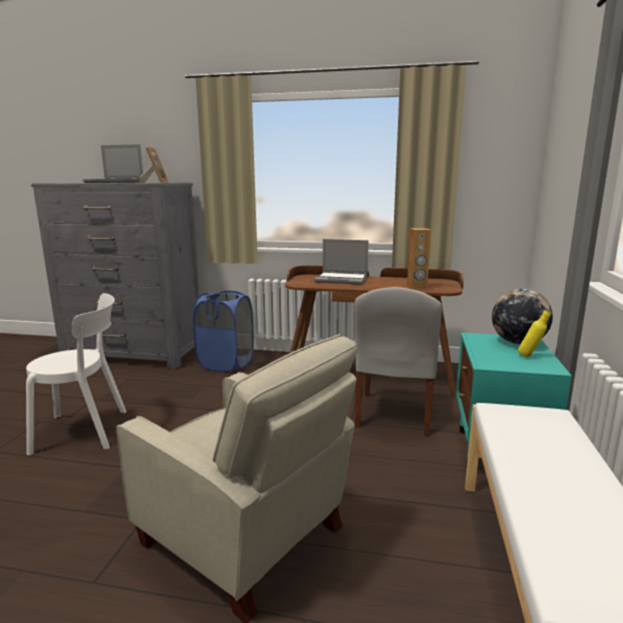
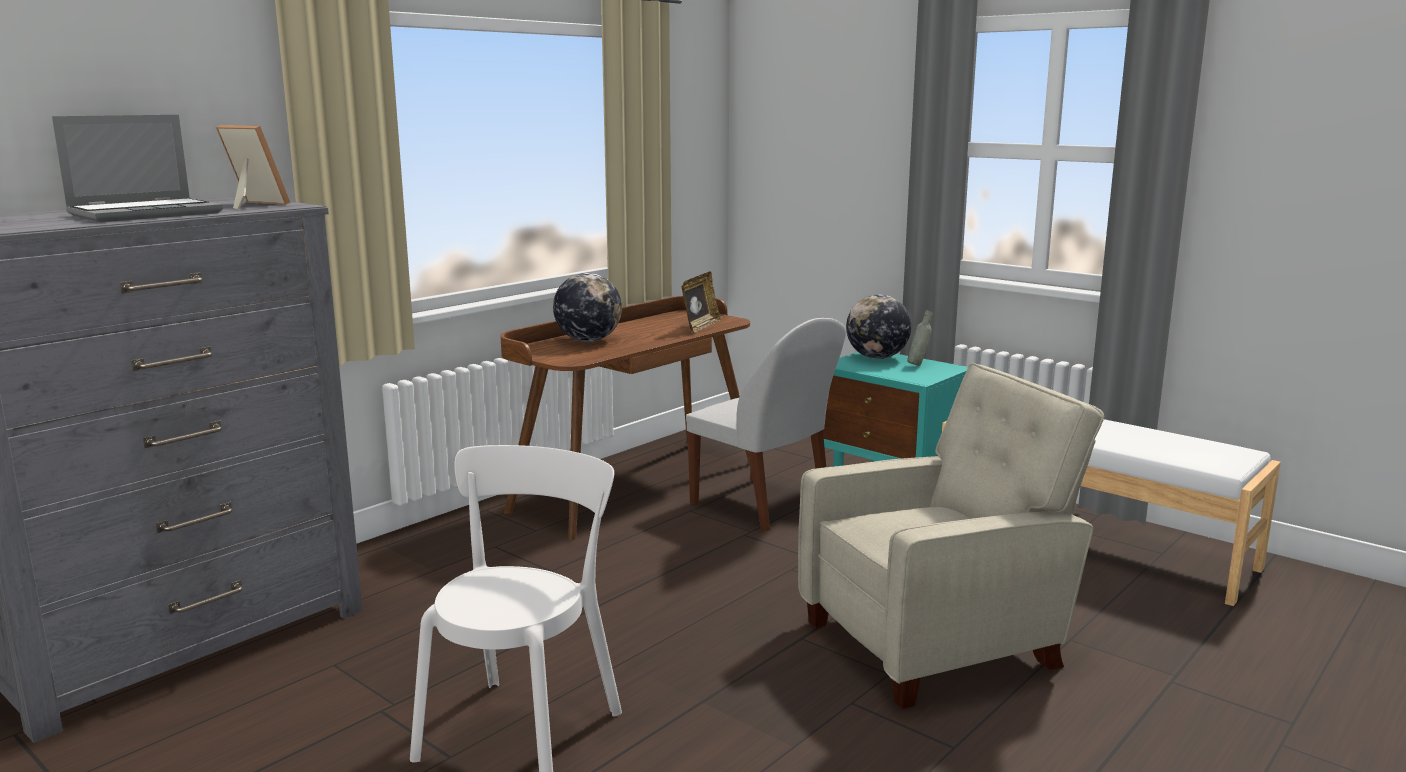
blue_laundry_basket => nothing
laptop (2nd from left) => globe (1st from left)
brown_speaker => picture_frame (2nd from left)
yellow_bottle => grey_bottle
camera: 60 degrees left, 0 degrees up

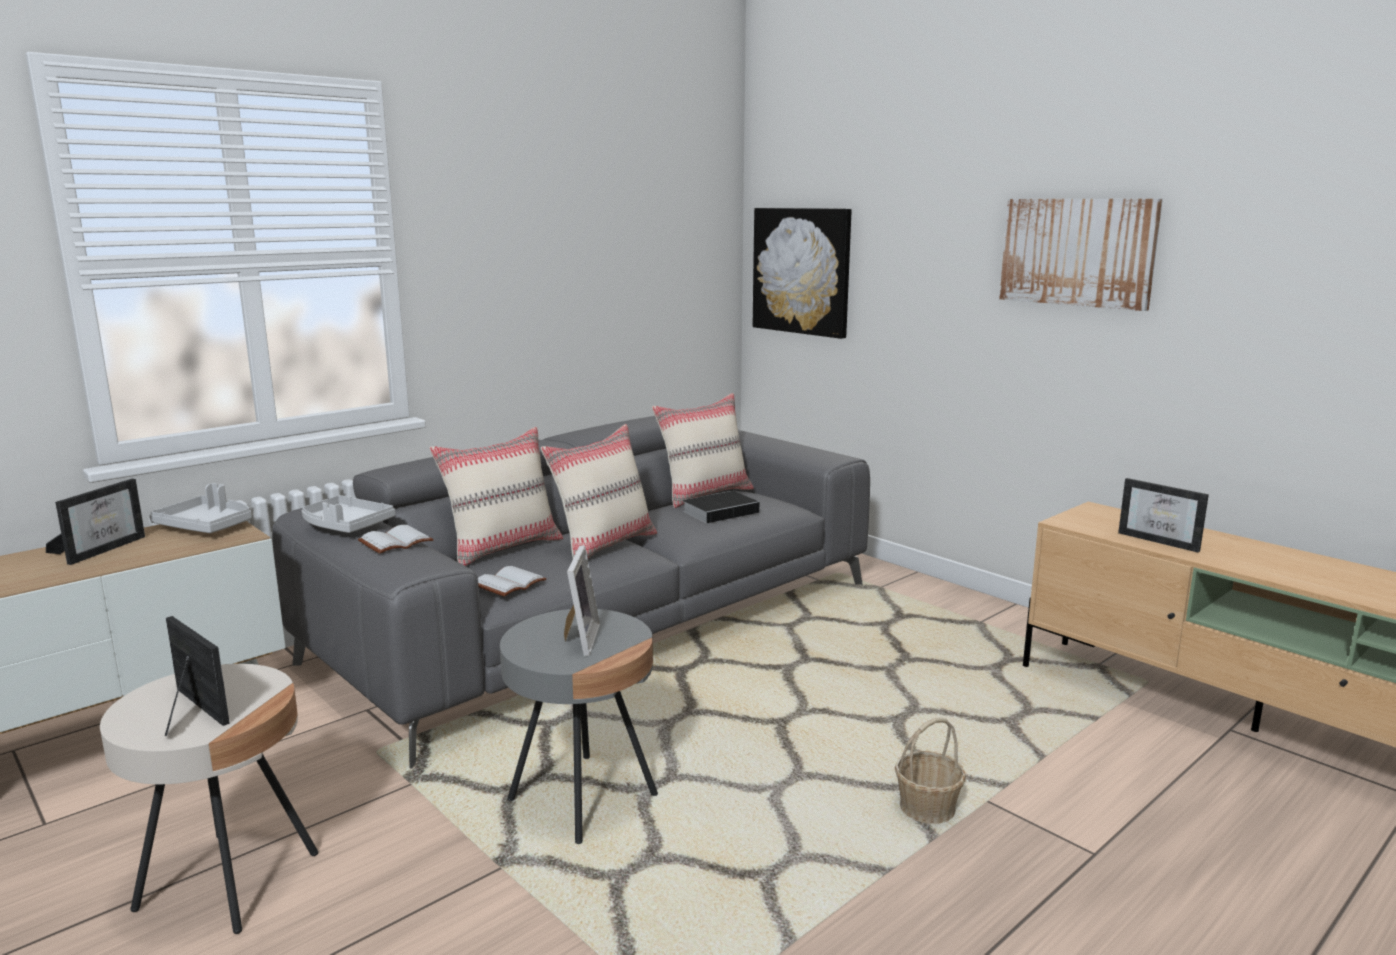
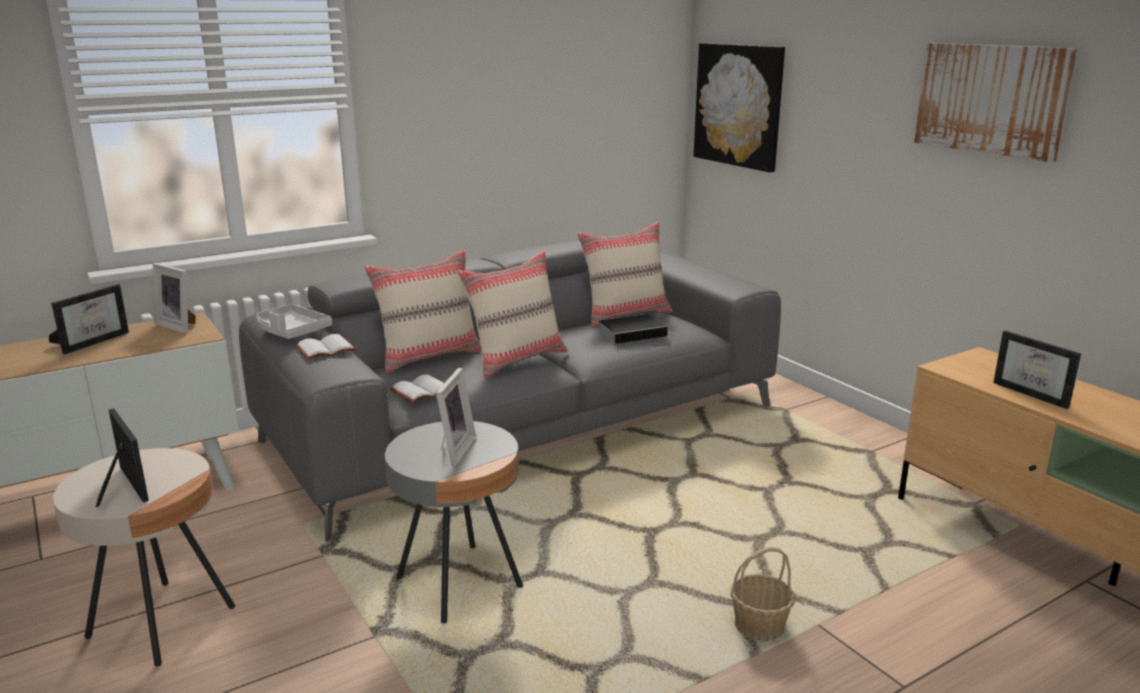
grey_tray (1st from left) => picture_frame (3rd from left)
camera: 10 degrees right, 5 degrees up

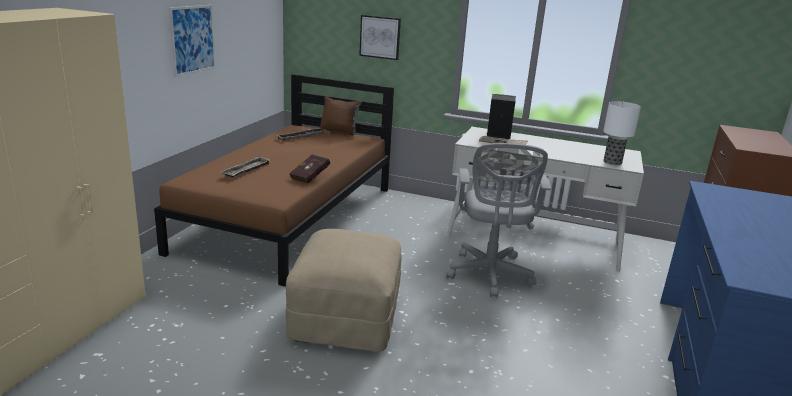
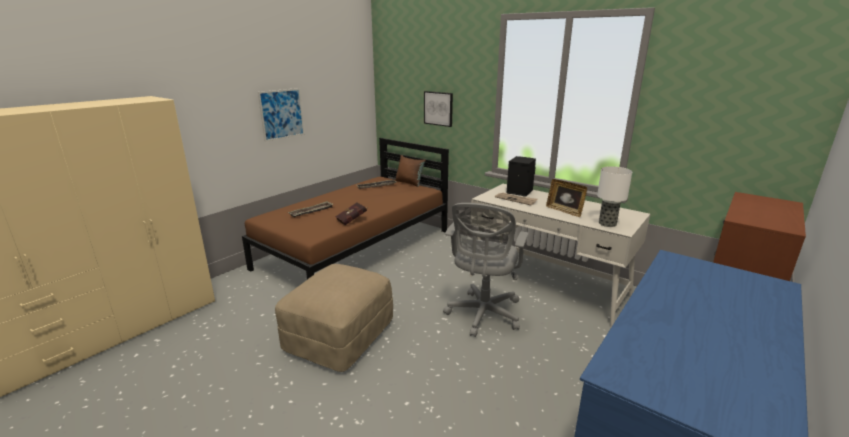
nothing => picture_frame
camera: 20 degrees right, 0 degrees up

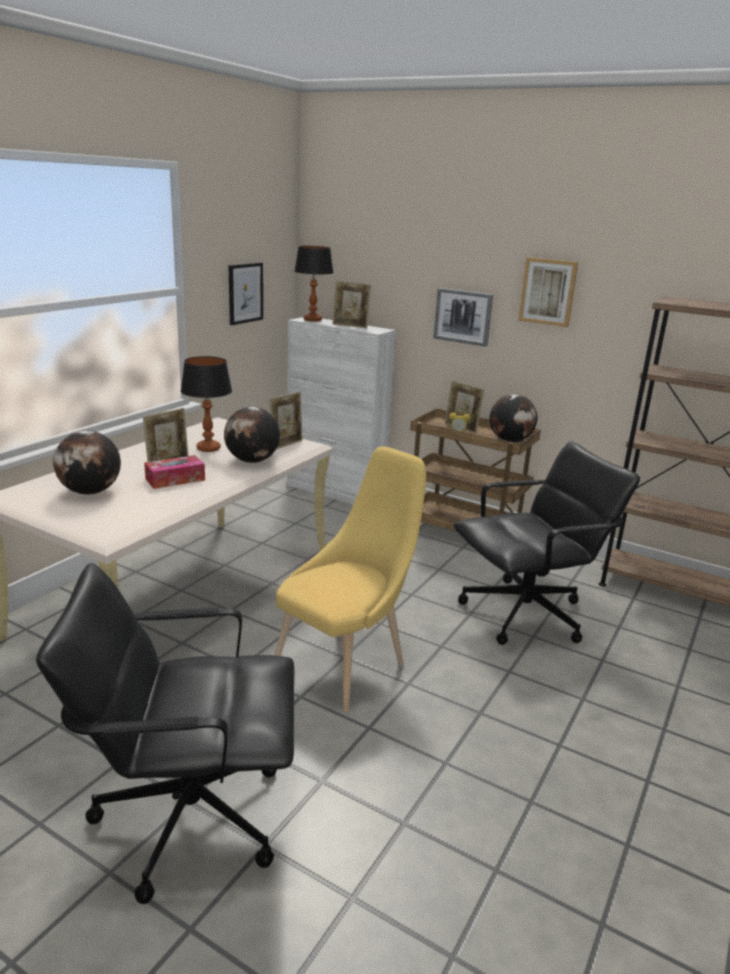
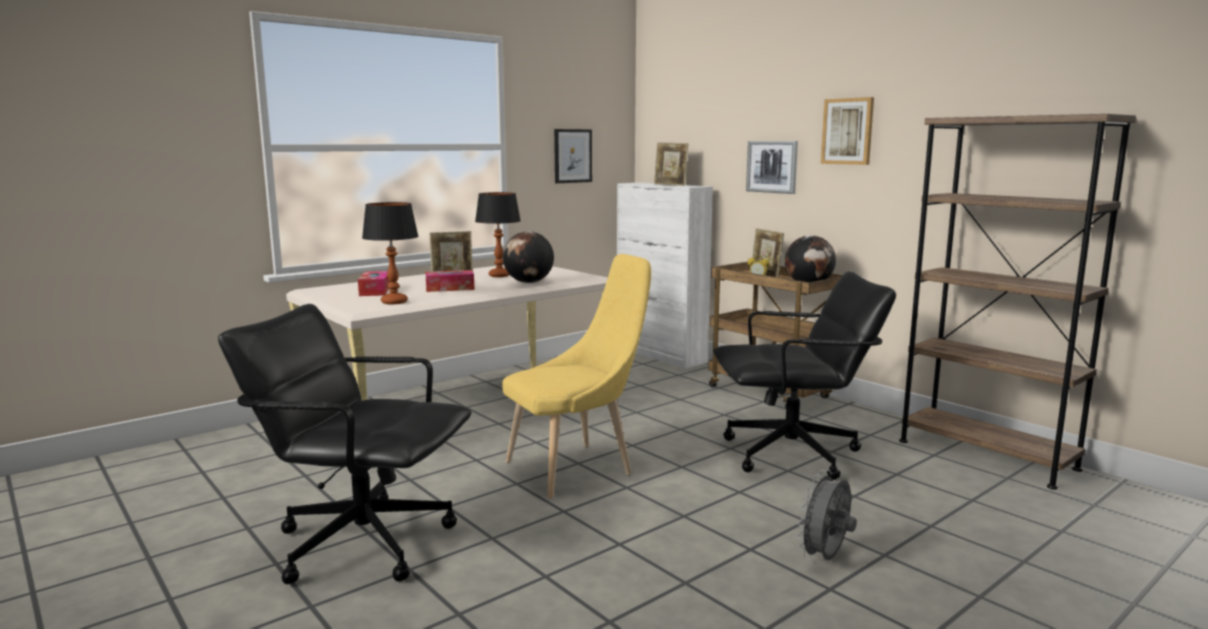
picture_frame (2nd from left) => nothing
nothing => grey_fan
table_lamp (2nd from left in the first image) => table_lamp (1st from left), moved
globe (1st from left) => tissue_box (1st from left)
camera: 20 degrees right, 10 degrees down

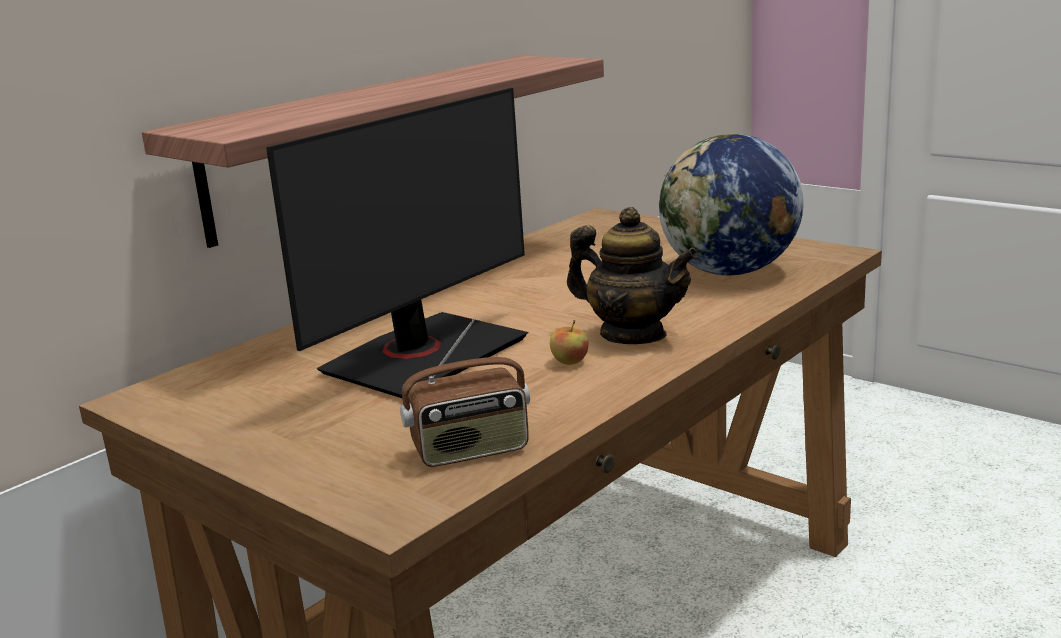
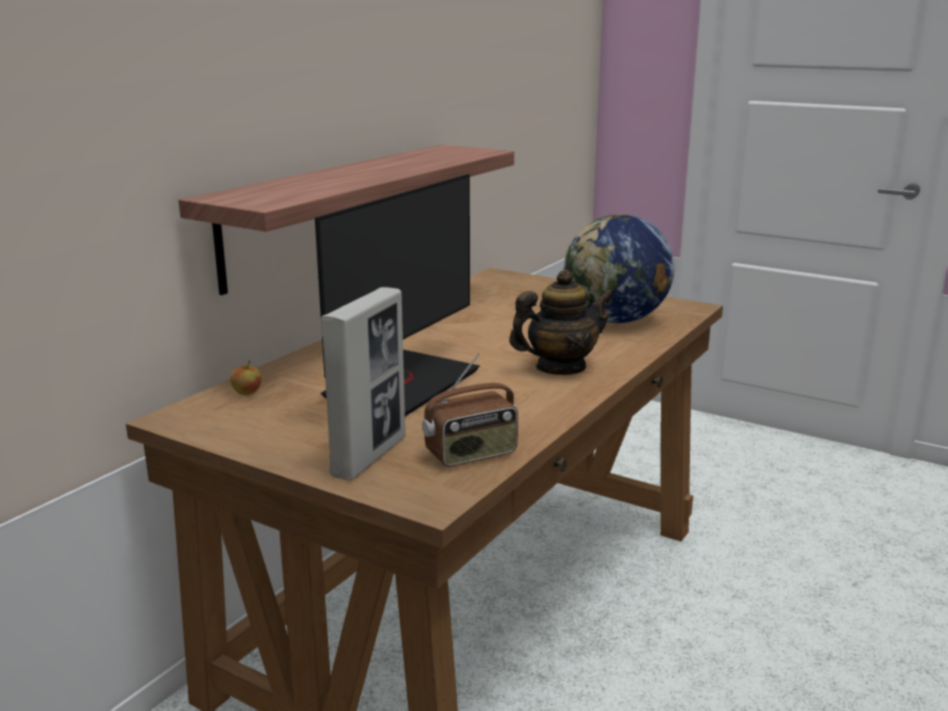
nothing => picture_frame
apple, moved
teapot, 45 degrees counterclockwise
camera: 10 degrees left, 0 degrees up

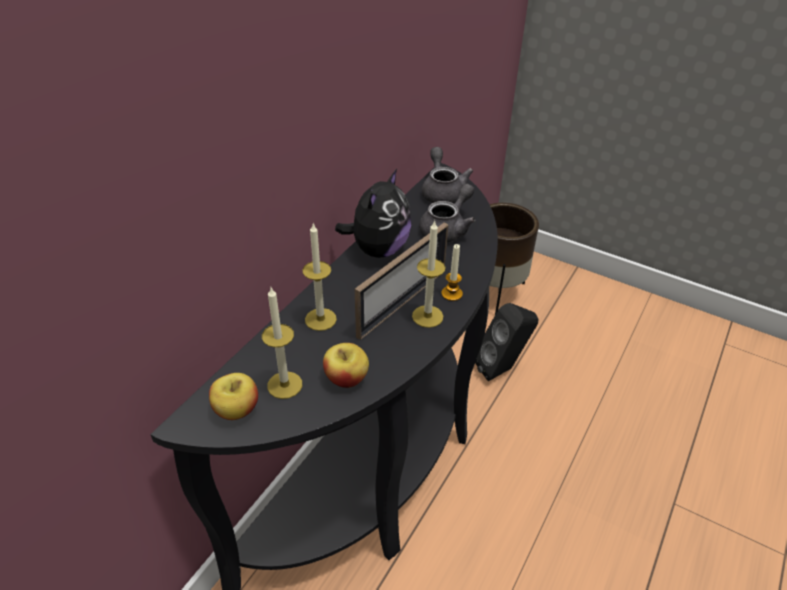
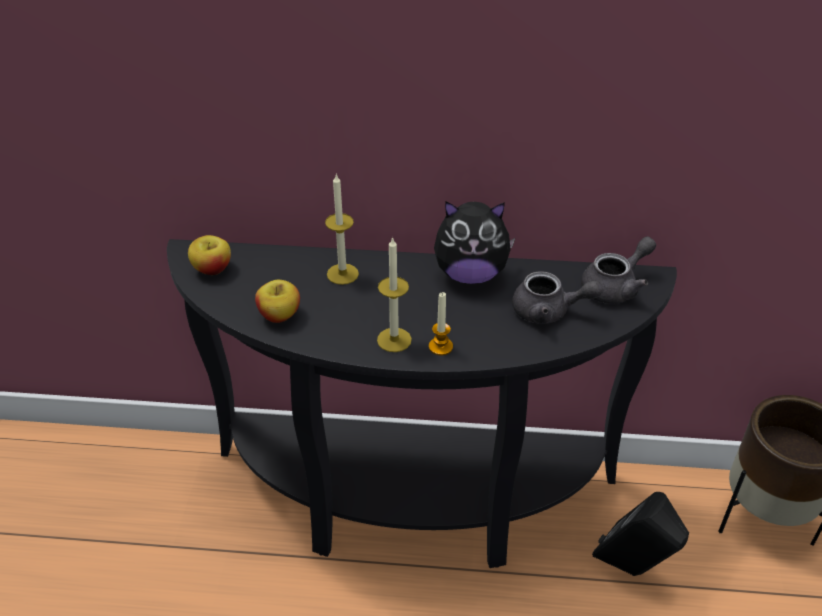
candle (1st from left) => nothing
picture_frame => nothing
camera: 65 degrees right, 0 degrees up

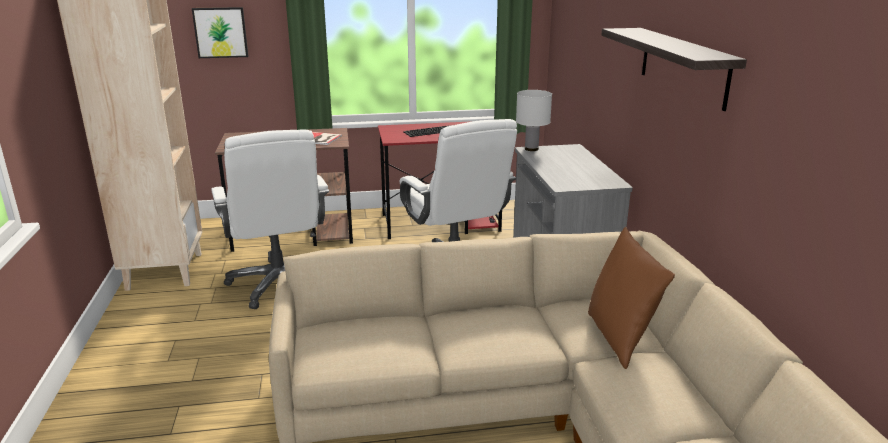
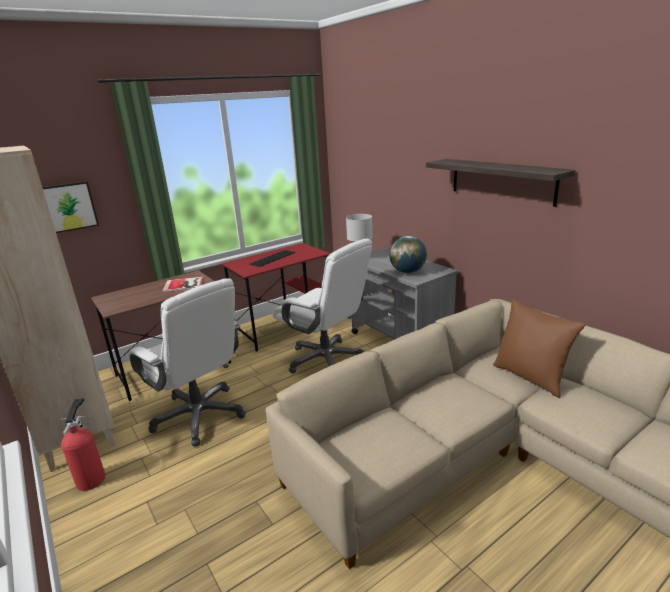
nothing => fire_extinguisher
nothing => globe
camera: 25 degrees left, 0 degrees up

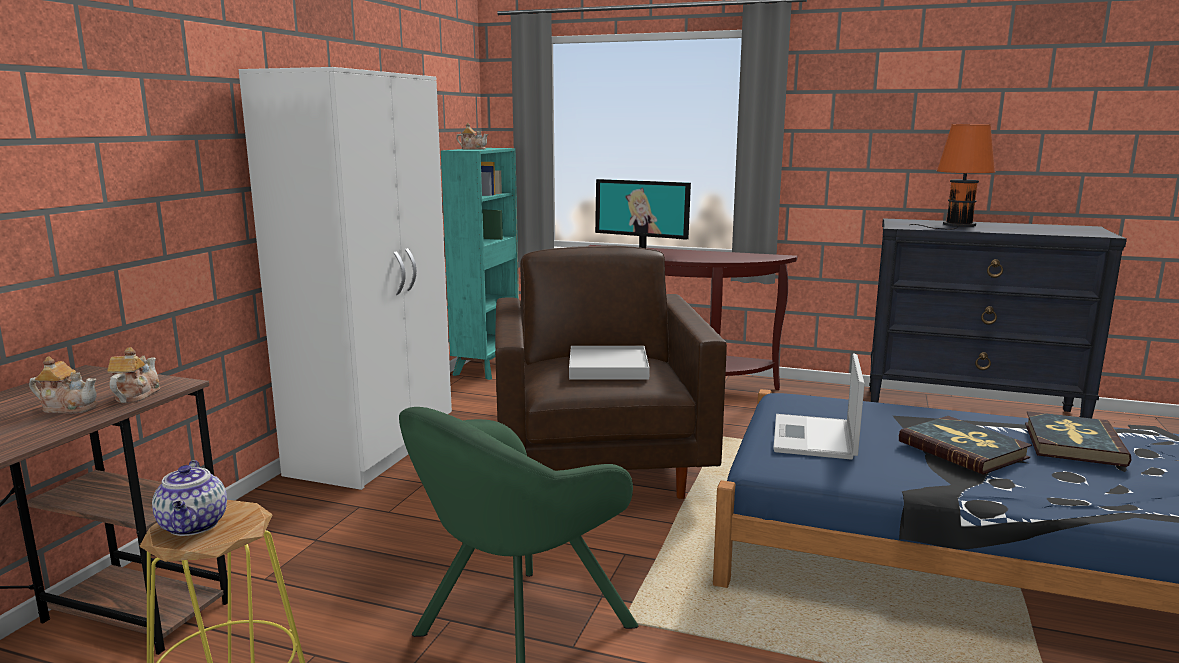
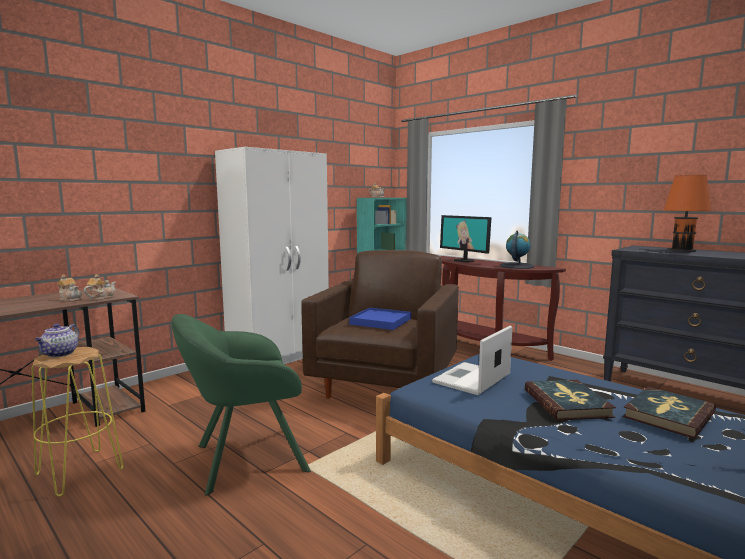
nothing => globe
white_tray => blue_tray
camera: 25 degrees right, 5 degrees down

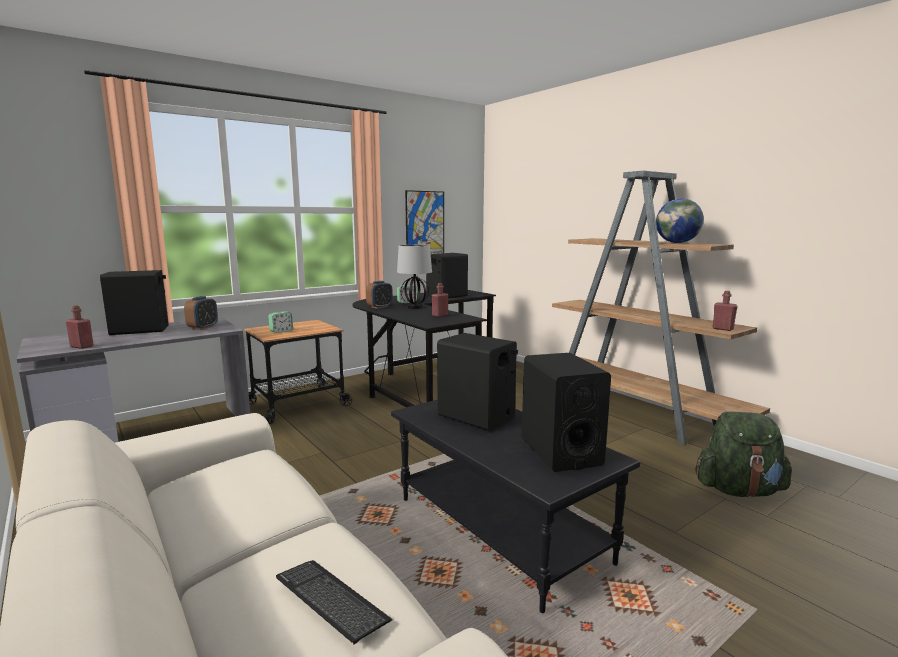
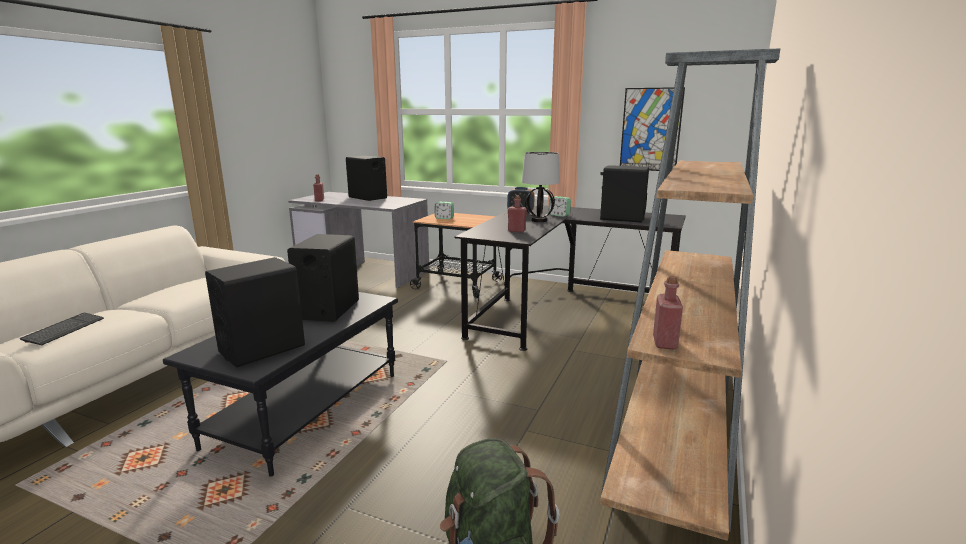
alarm_clock (1st from left) => nothing
globe => nothing
camera: 60 degrees right, 5 degrees up

